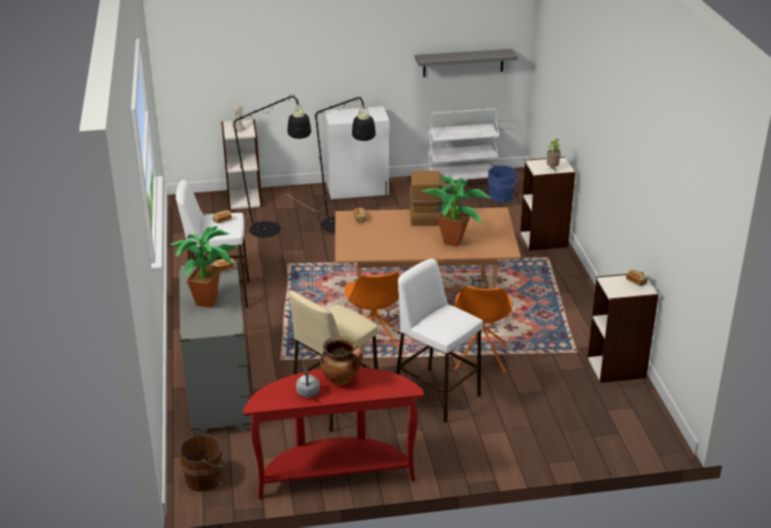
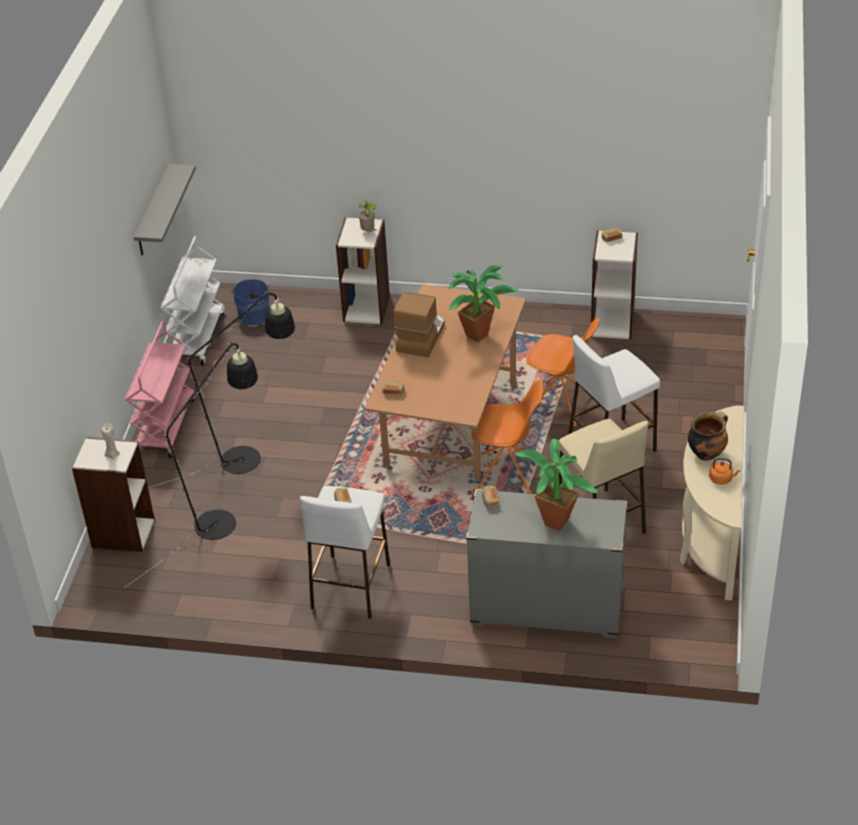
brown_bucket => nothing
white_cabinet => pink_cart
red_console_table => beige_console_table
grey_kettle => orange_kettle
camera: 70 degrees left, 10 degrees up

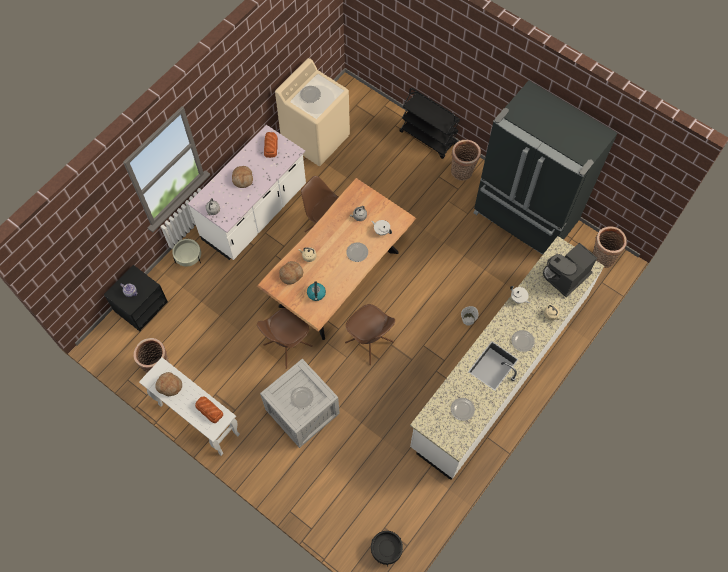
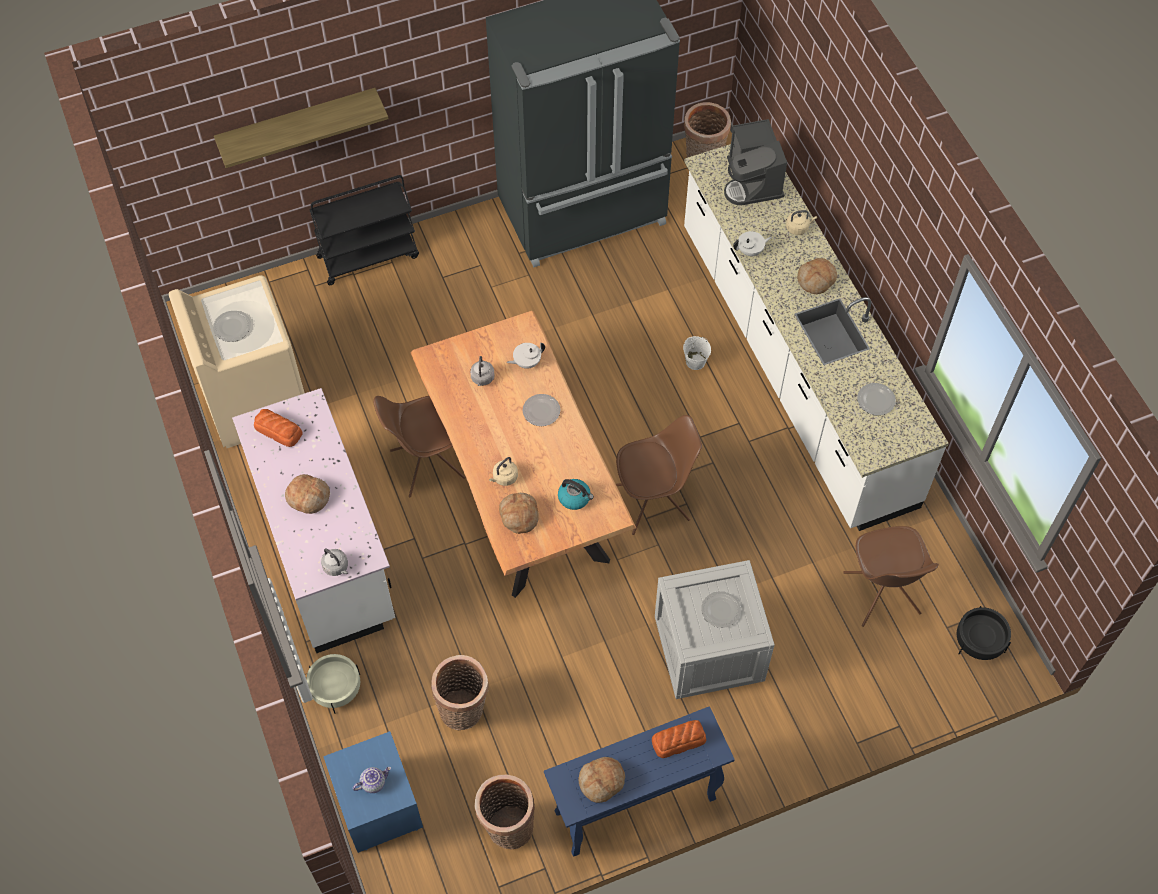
nothing => shelf
brown_chair (1st from left in the first image) => brown_chair (3rd from left), moved
basket (2nd from left in the first image) => basket (1st from left), moved
plate (5th from left) => bread (6th from left)
black_nightstand => blue_nightstand
white_console_table => blue_console_table
camera: 60 degrees left, 5 degrees down

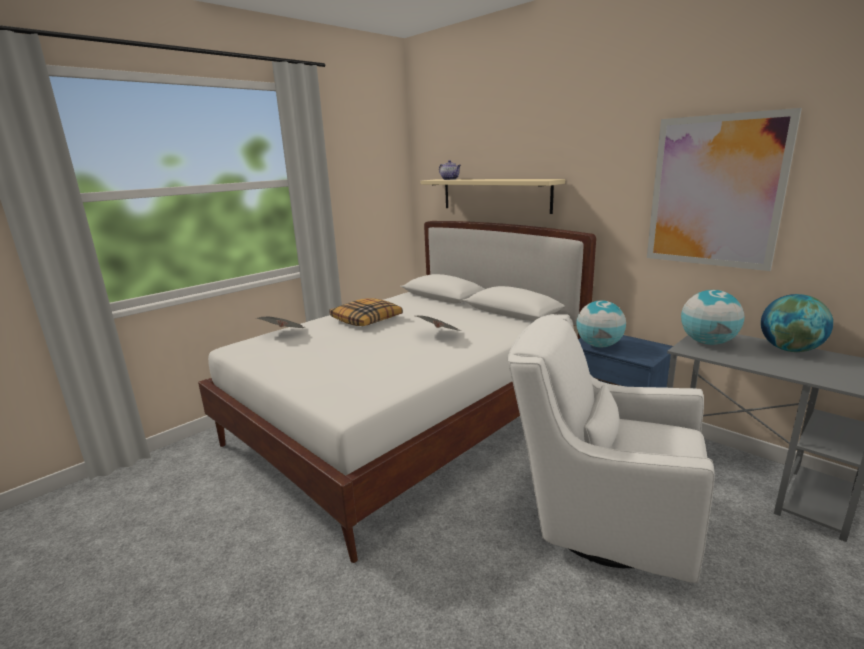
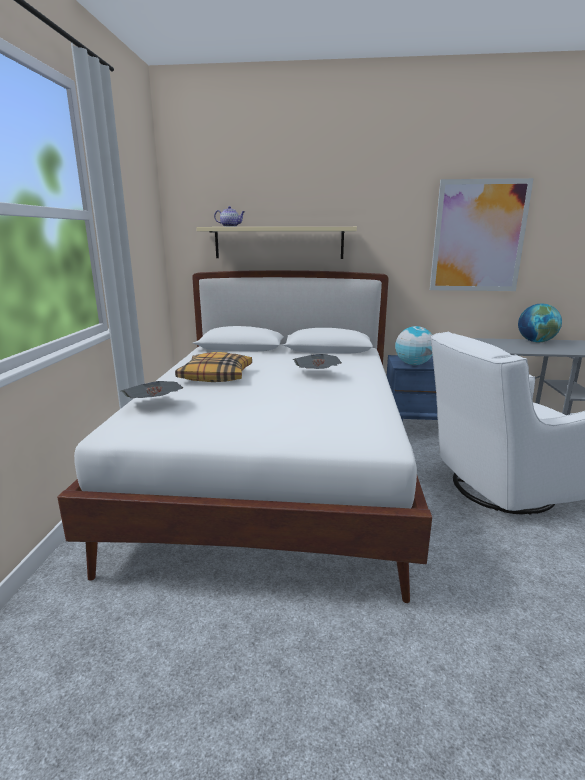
globe (2nd from left) => nothing
camera: 40 degrees left, 0 degrees up

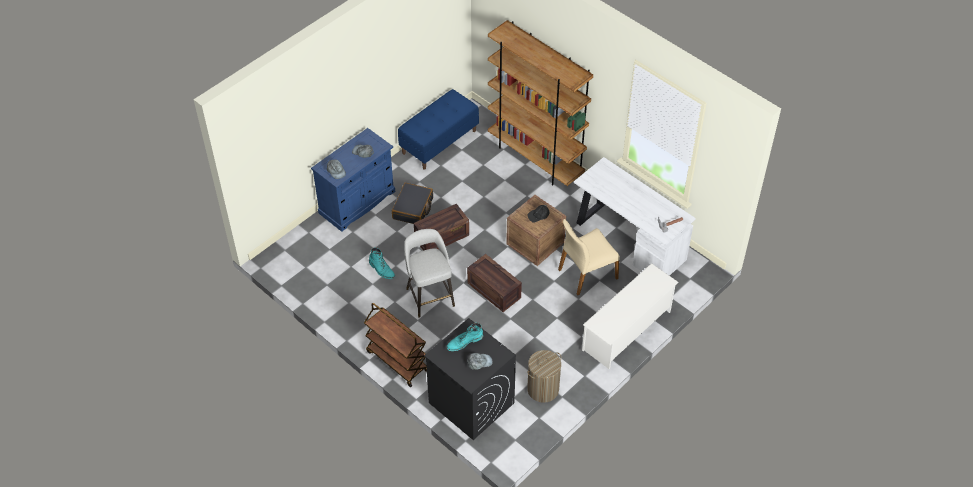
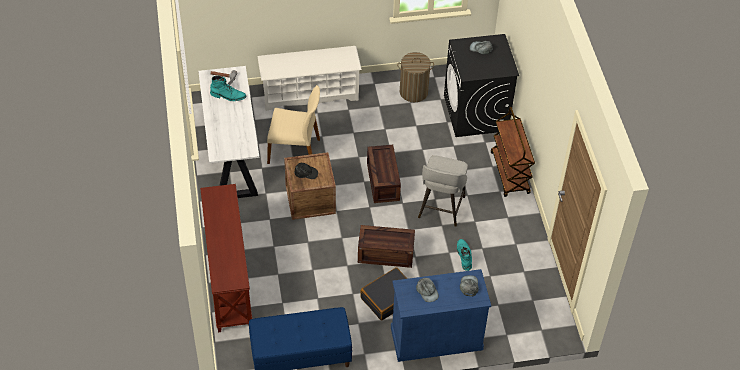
turquoise_boot (2nd from left in the first image) => turquoise_boot (1st from left), moved
brown_bookcase => brown_console_table
camera: 145 degrees left, 0 degrees up

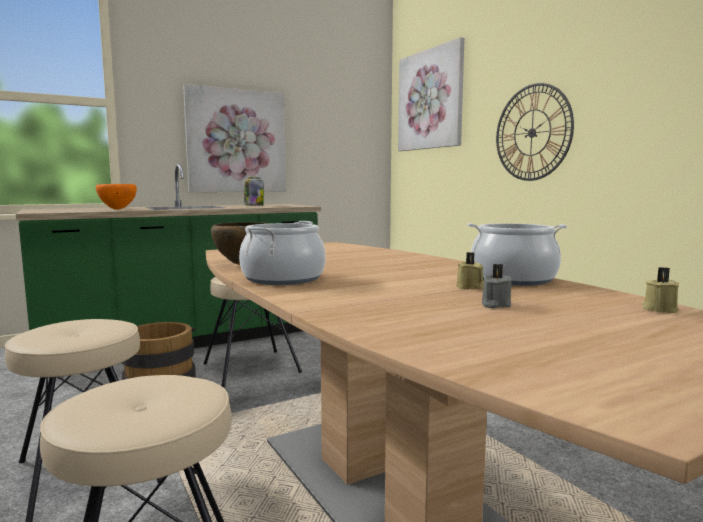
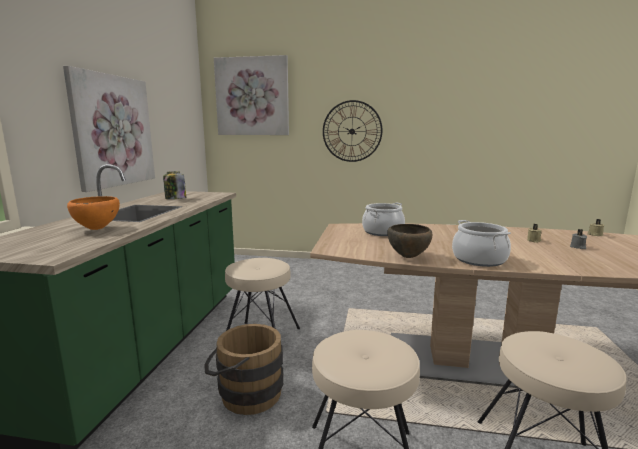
cooking_pot (2nd from left in the first image) => cooking_pot (1st from left), moved
camera: 50 degrees left, 5 degrees up

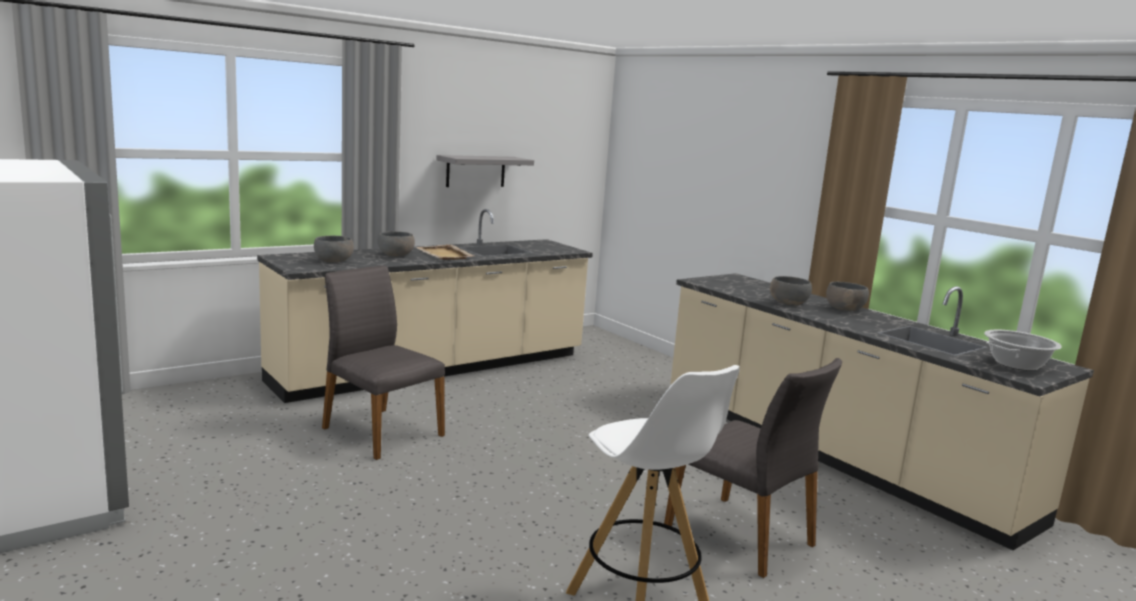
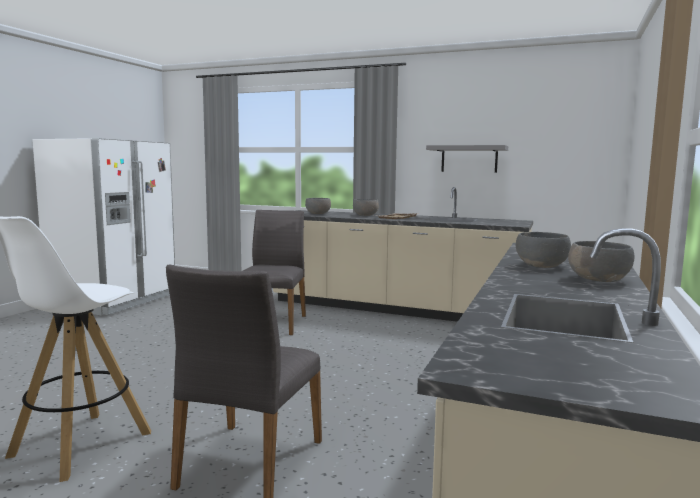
cooking_pot => nothing
camera: 60 degrees right, 5 degrees down

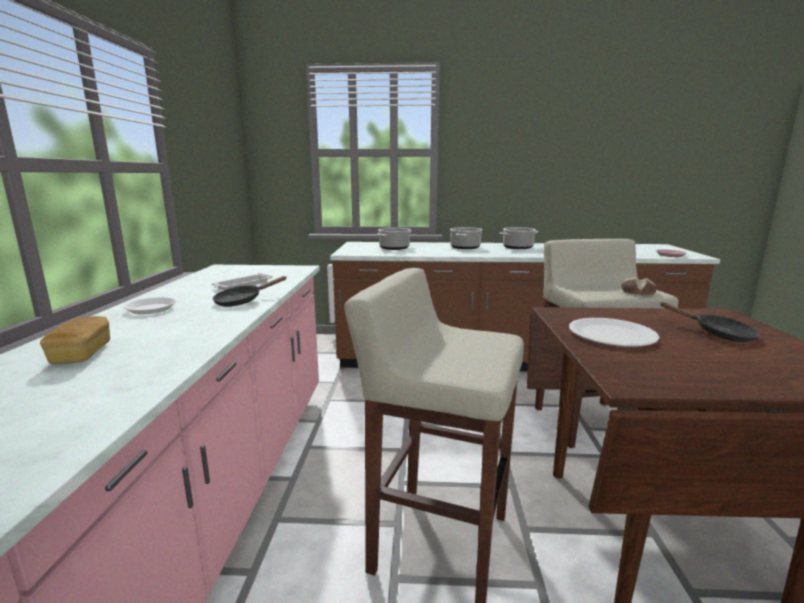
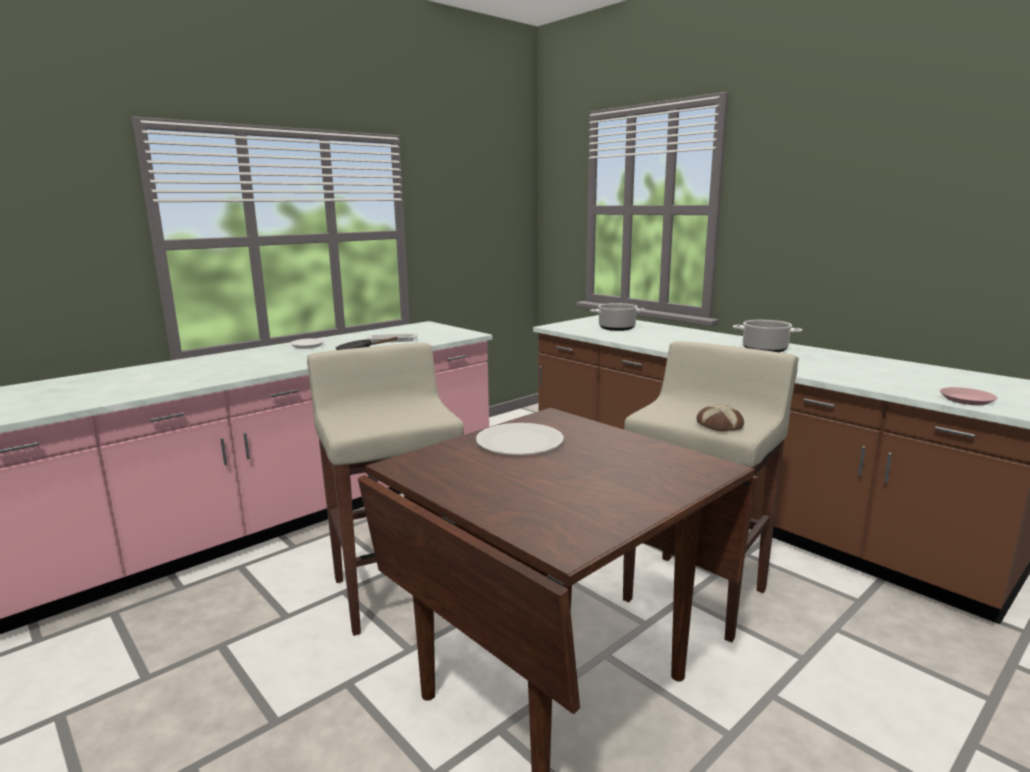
bread (1st from left) => nothing
cooking_pot (2nd from left) => nothing
black_frying_pan (2nd from left) => nothing
camera: 45 degrees right, 0 degrees up

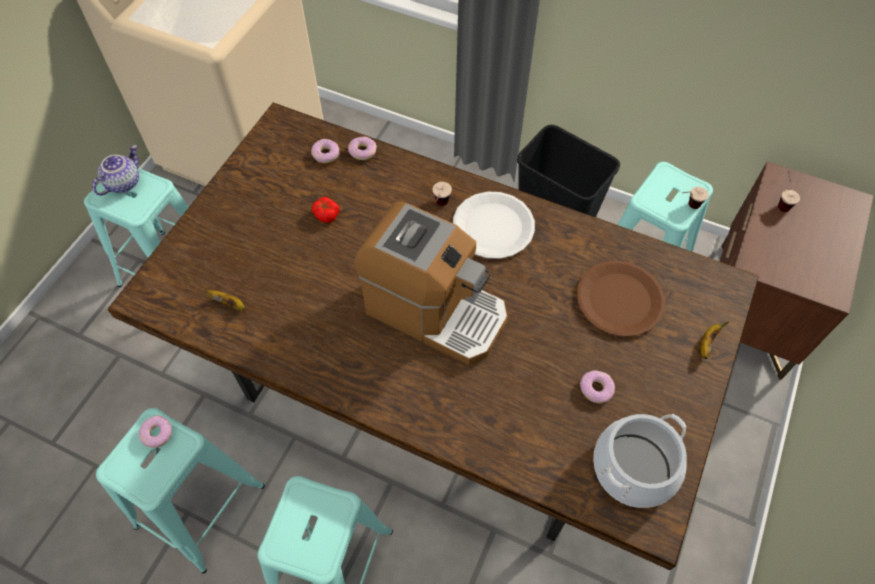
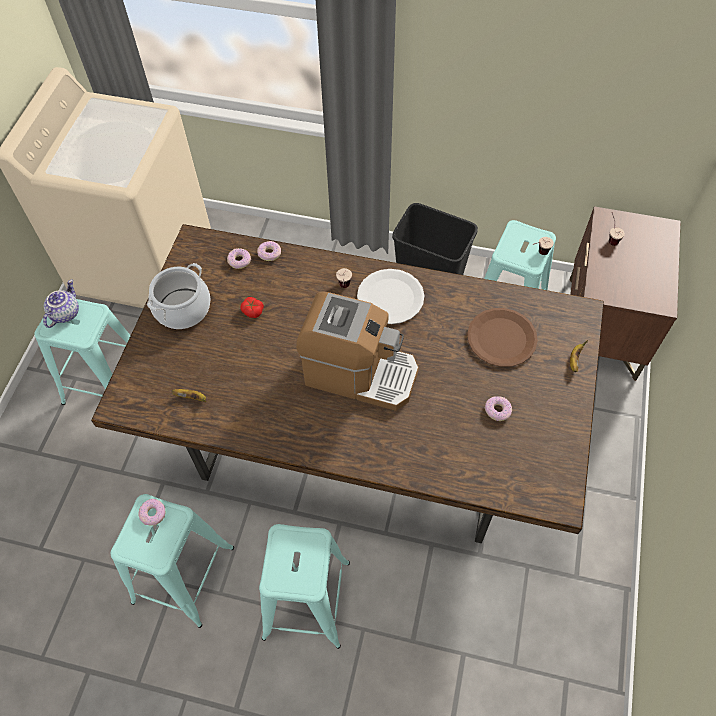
cooking_pot, moved
camera: 10 degrees left, 0 degrees up

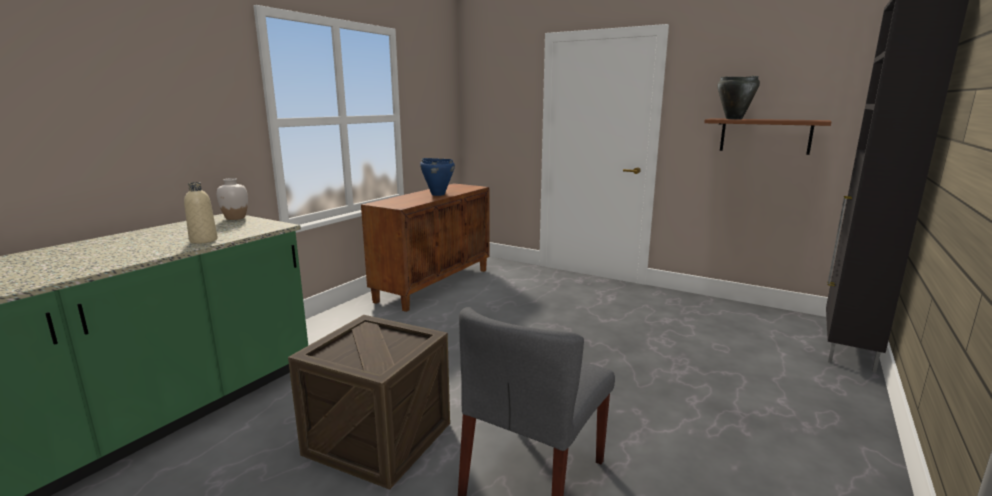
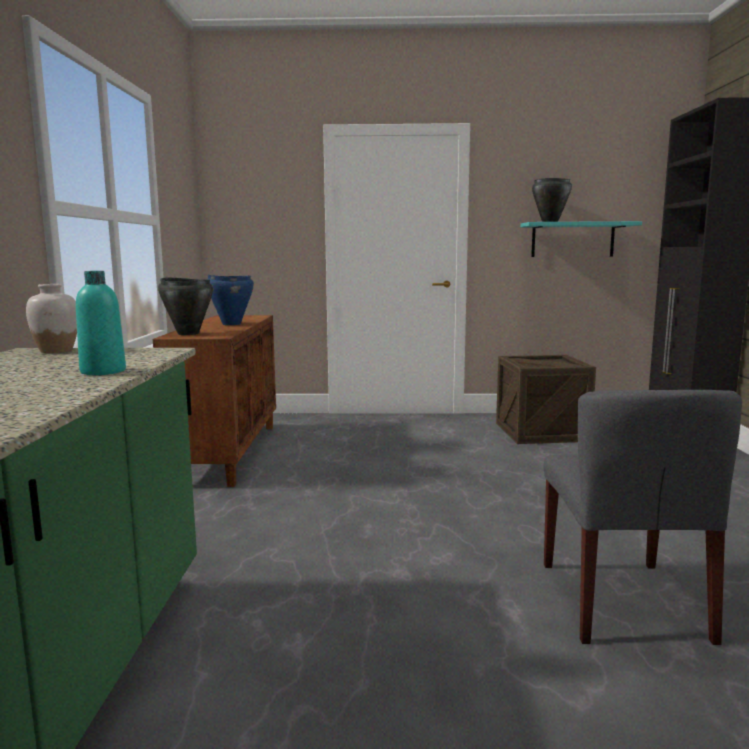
nothing => black_cooking_pot (1st from left)
crate, moved
beige_bottle => turquoise_bottle
brown_shelf => turquoise_shelf
camera: 30 degrees left, 5 degrees down

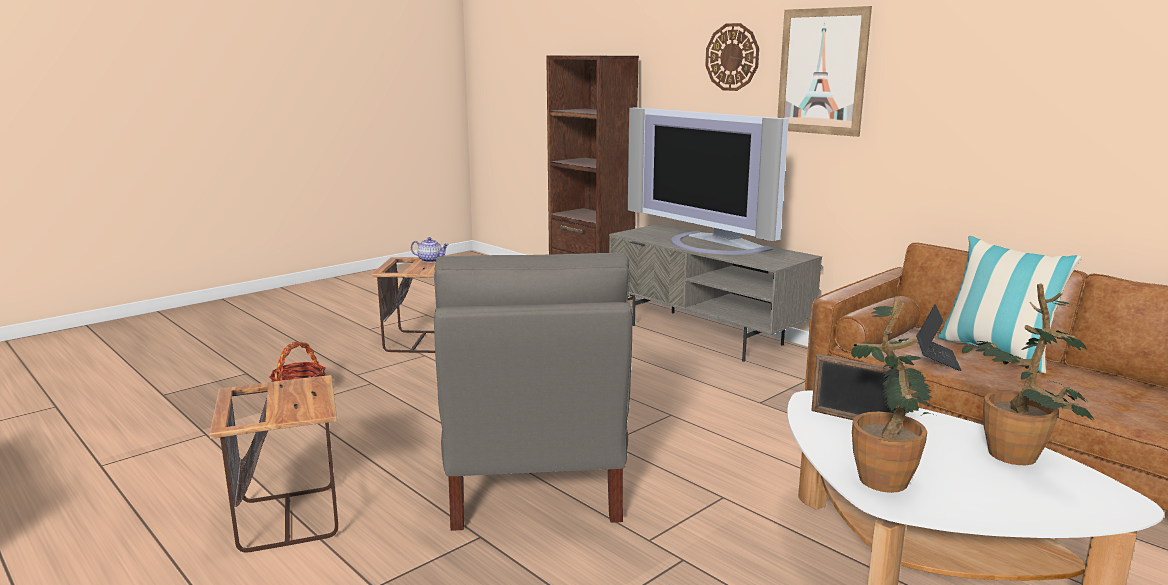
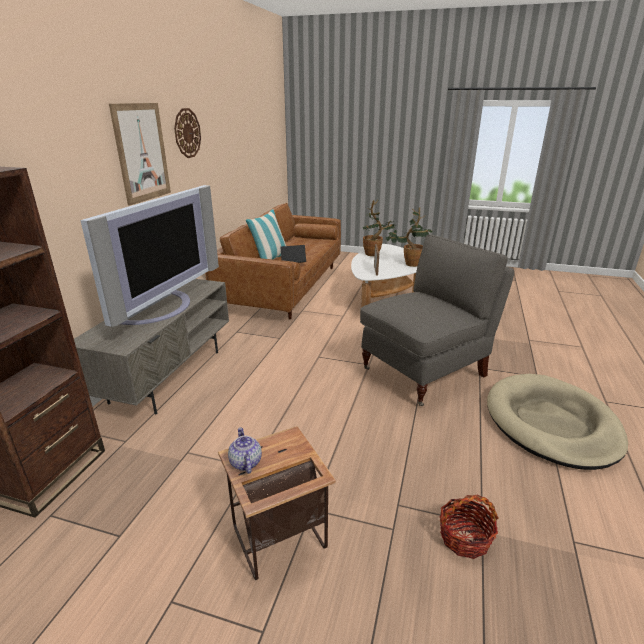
wall_clock, moved
side_table (1st from left) => beige_dog_bed
camera: 120 degrees left, 10 degrees up

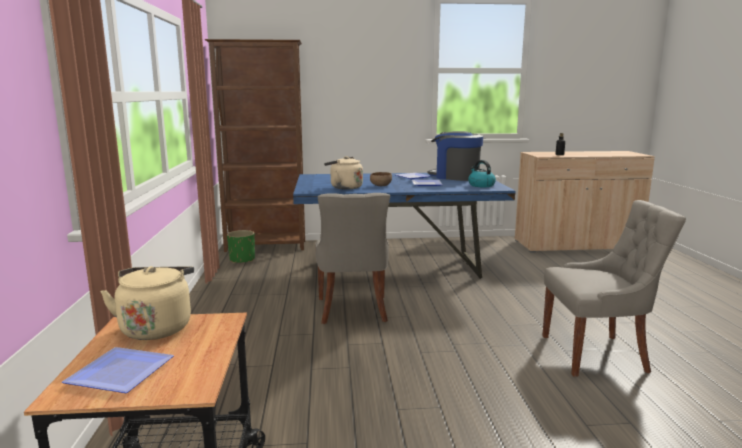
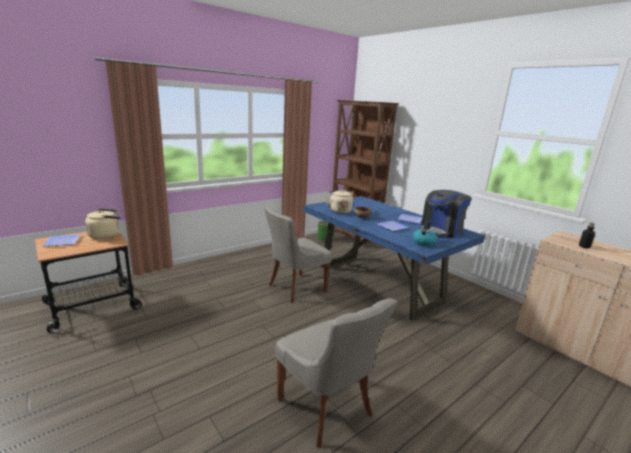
coffee_machine, 135 degrees counterclockwise
camera: 55 degrees right, 5 degrees up

